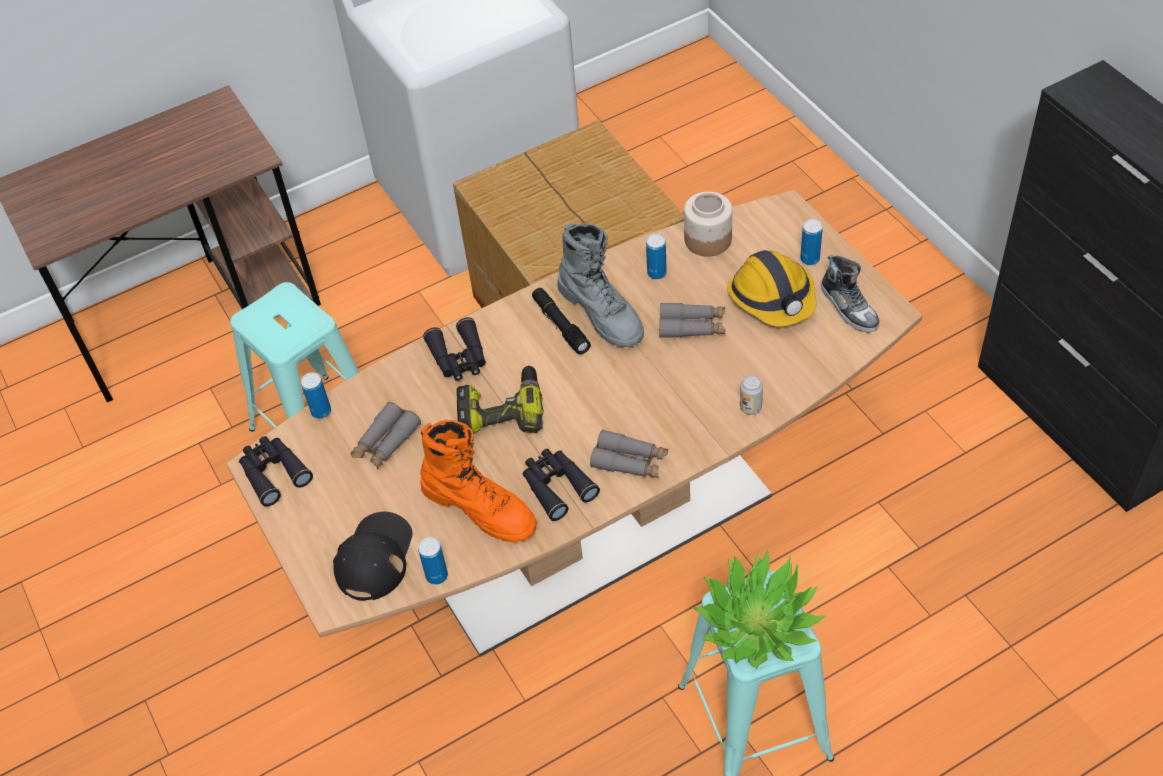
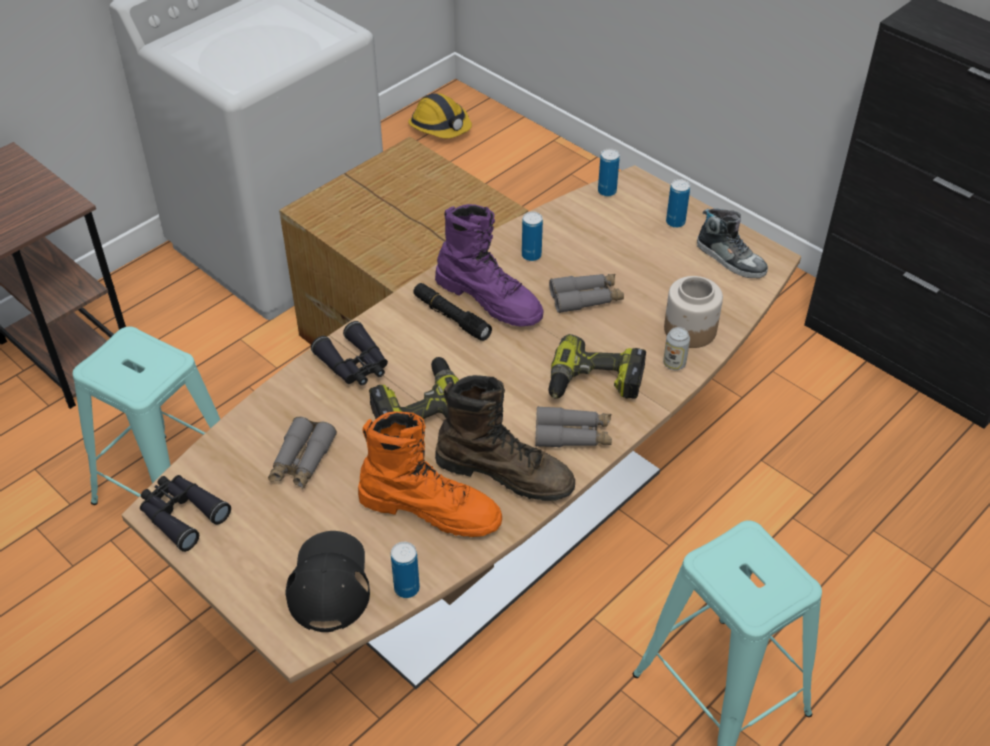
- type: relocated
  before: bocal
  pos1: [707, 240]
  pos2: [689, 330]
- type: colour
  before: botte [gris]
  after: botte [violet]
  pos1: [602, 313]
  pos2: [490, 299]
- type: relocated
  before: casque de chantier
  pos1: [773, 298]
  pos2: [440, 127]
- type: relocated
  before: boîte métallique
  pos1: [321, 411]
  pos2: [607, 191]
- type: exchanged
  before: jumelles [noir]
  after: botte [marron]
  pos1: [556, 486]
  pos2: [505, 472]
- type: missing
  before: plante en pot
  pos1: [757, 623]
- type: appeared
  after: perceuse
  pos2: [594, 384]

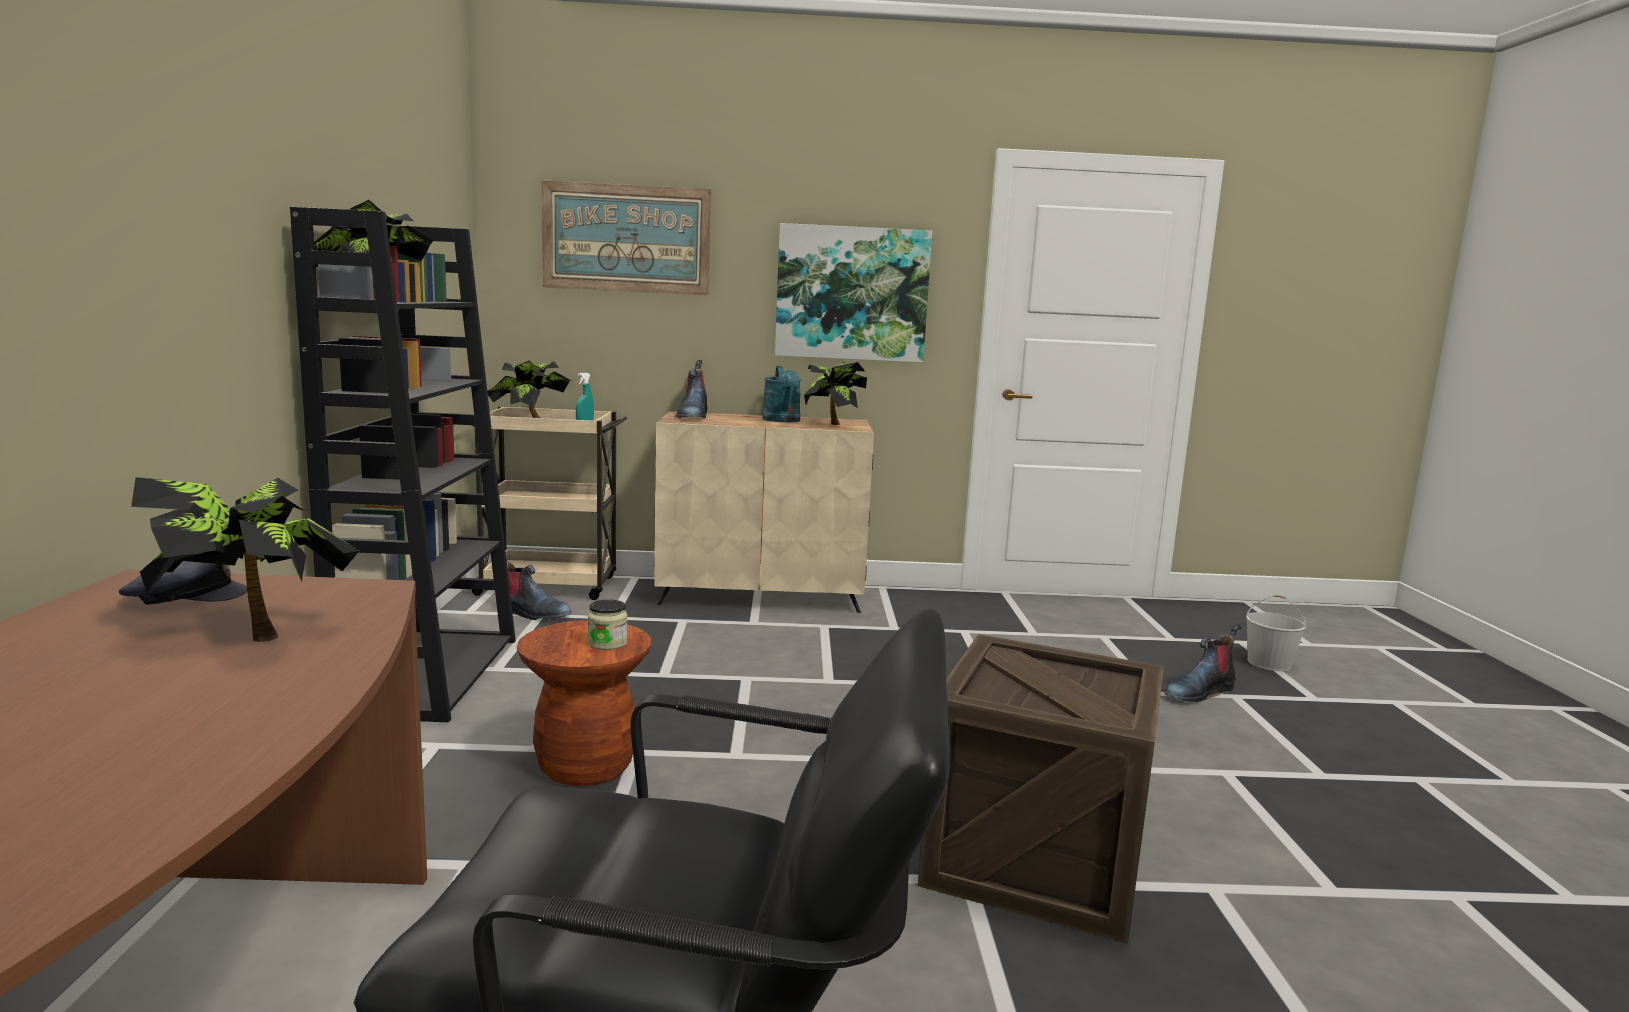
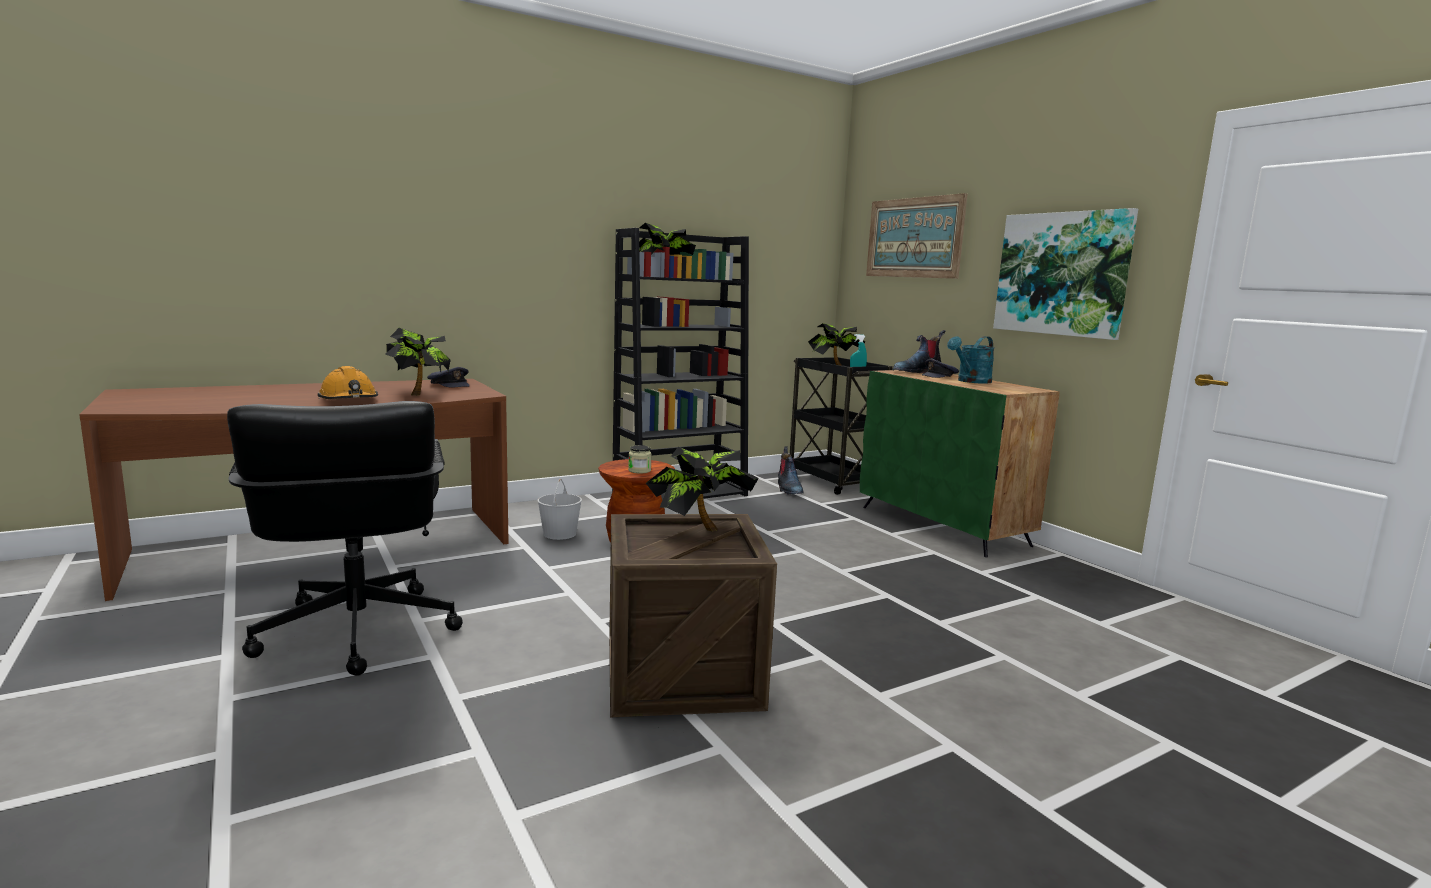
- type: relocated
  before: plante en pot
  pos1: [832, 425]
  pos2: [698, 529]
- type: colour
  before: chariot [beige]
  after: chariot [noir]
  pos1: [550, 586]
  pos2: [833, 482]
- type: colour
  before: meuble de rangement [beige]
  after: meuble de rangement [vert]
  pos1: [762, 596]
  pos2: [943, 526]
- type: relocated
  before: seau [blanc]
  pos1: [1270, 663]
  pos2: [560, 534]
- type: missing
  before: botte
  pos1: [1199, 692]
- type: appeared
  after: casquette [gris]
  pos2: [939, 376]
- type: appeared
  after: casque de chantier [orange]
  pos2: [349, 400]

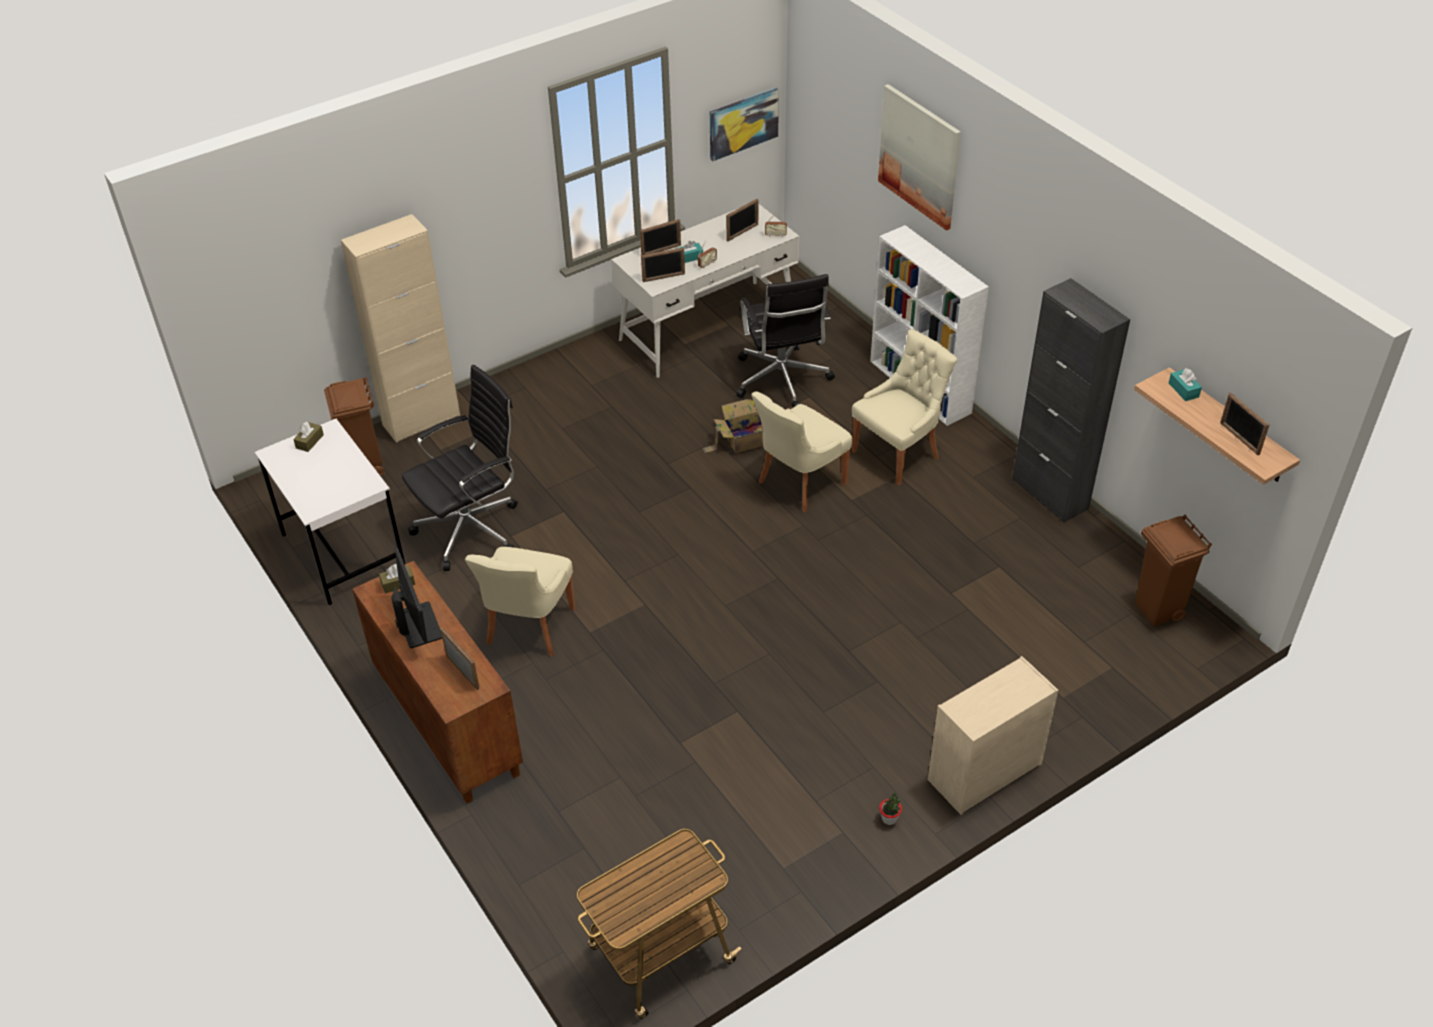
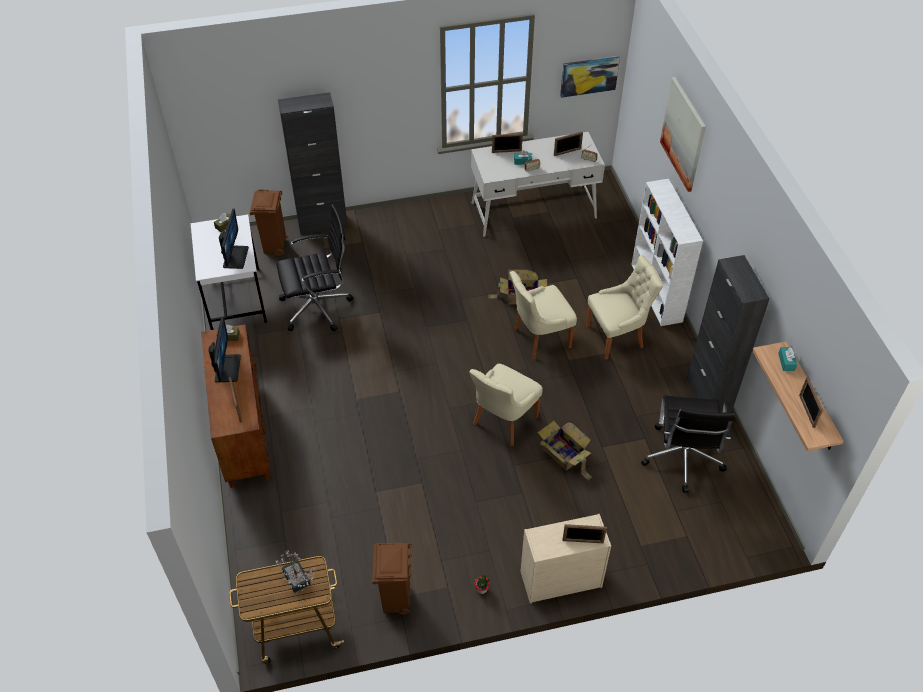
- type: colour
  before: meuble de rangement [beige]
  after: meuble de rangement [noir]
  pos1: [421, 420]
  pos2: [322, 224]
- type: relocated
  before: cadre photo
  pos1: [663, 277]
  pos2: [583, 541]
- type: relocated
  before: chaise de bureau [noir]
  pos1: [782, 381]
  pos2: [682, 459]
- type: relocated
  before: poubelle [marron]
  pos1: [1158, 611]
  pos2: [396, 601]
- type: relocated
  before: chaise [beige]
  pos1: [528, 628]
  pos2: [503, 421]
- type: appeared
  after: écran d'ordinateur
  pos2: [235, 257]
- type: appeared
  after: carton
  pos2: [563, 455]
- type: appeared
  after: plante en pot
  pos2: [297, 581]

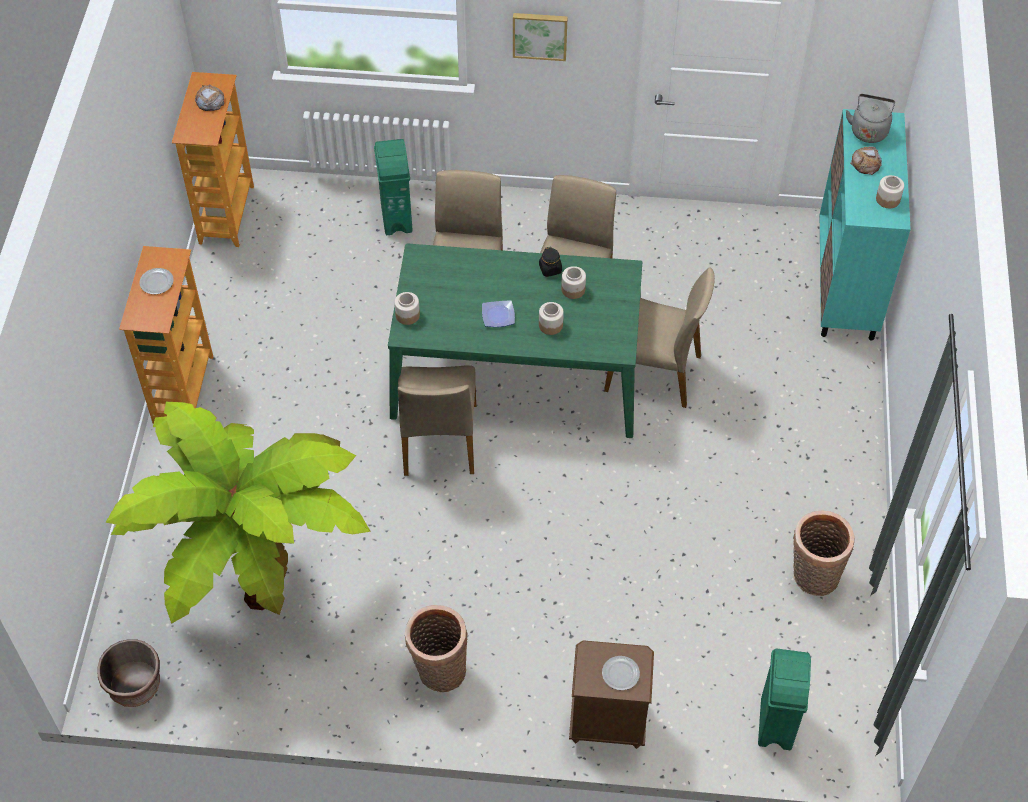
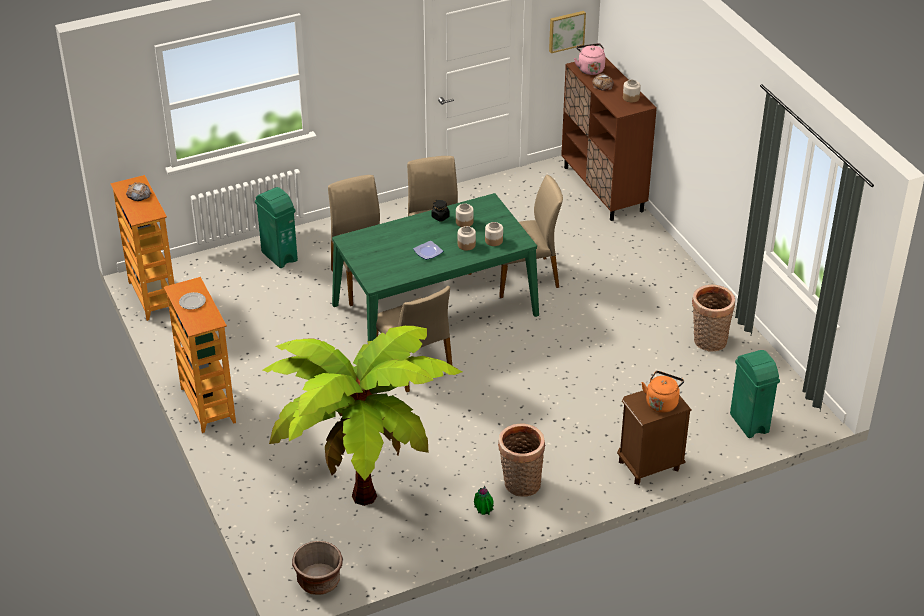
- type: relocated
  before: tableau
  pos1: [540, 35]
  pos2: [566, 31]
- type: colour
  before: bouilloire [gris]
  after: bouilloire [rose]
  pos1: [868, 130]
  pos2: [590, 69]
- type: colour
  before: meuble de rangement [turquoise]
  after: meuble de rangement [marron]
  pos1: [846, 284]
  pos2: [603, 189]
- type: relocated
  before: bocal
  pos1: [407, 315]
  pos2: [493, 241]
- type: exchanged
  before: assiette
  after: bouilloire [orange]
  pos1: [621, 674]
  pos2: [662, 402]
- type: appeared
  after: plante en pot
  pos2: [483, 513]

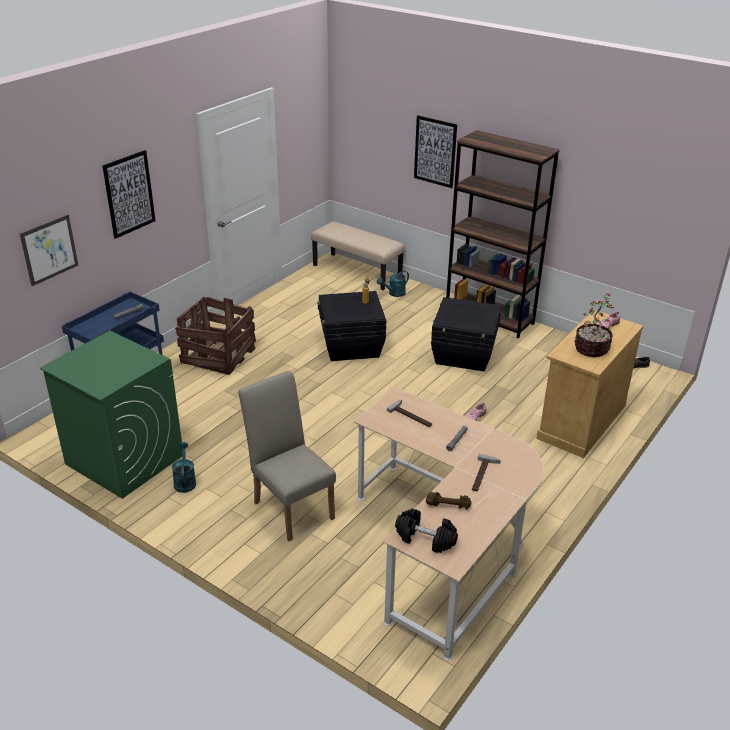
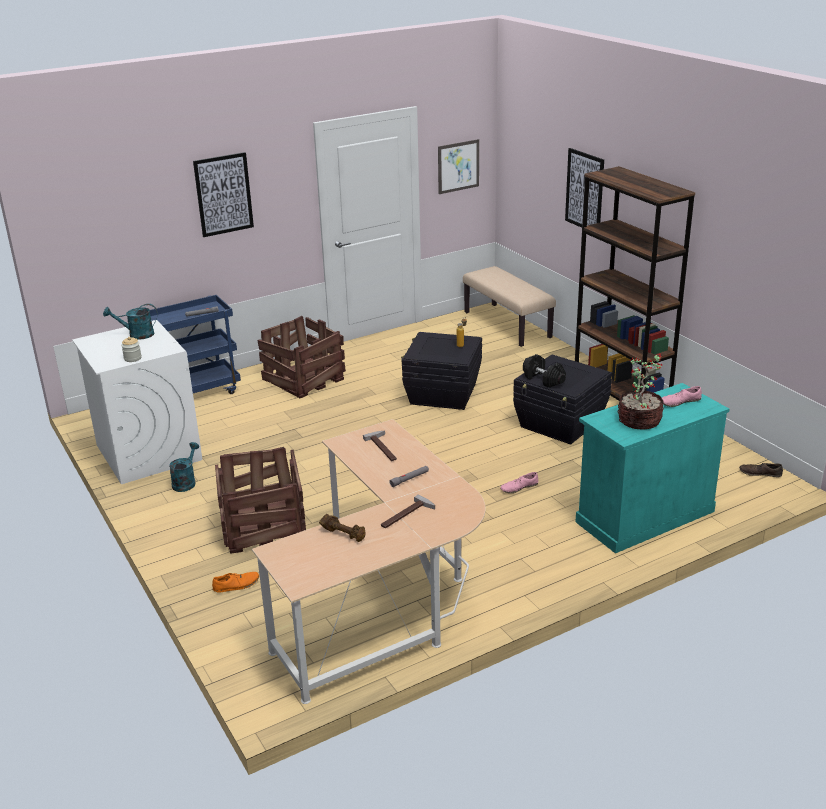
- type: relocated
  before: tableau
  pos1: [49, 249]
  pos2: [458, 166]
- type: relocated
  before: arrosoir [turquoise]
  pos1: [394, 294]
  pos2: [136, 335]
- type: colour
  before: meuble de rangement [beige]
  after: meuble de rangement [turquoise]
  pos1: [581, 421]
  pos2: [644, 516]
- type: colour
  before: lave-linge [vert]
  after: lave-linge [blanc]
  pos1: [123, 459]
  pos2: [148, 452]
- type: exchanged
  before: chaise [beige]
  after: caisse
  pos1: [291, 506]
  pos2: [264, 526]
- type: relocated
  before: haltère [noir]
  pos1: [425, 539]
  pos2: [543, 379]
- type: appeared
  after: bocal
  pos2: [132, 358]
- type: appeared
  after: chaussure [orange]
  pos2: [236, 585]

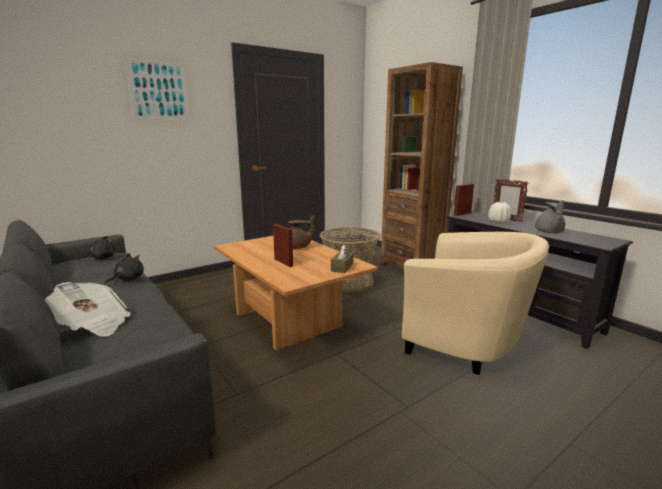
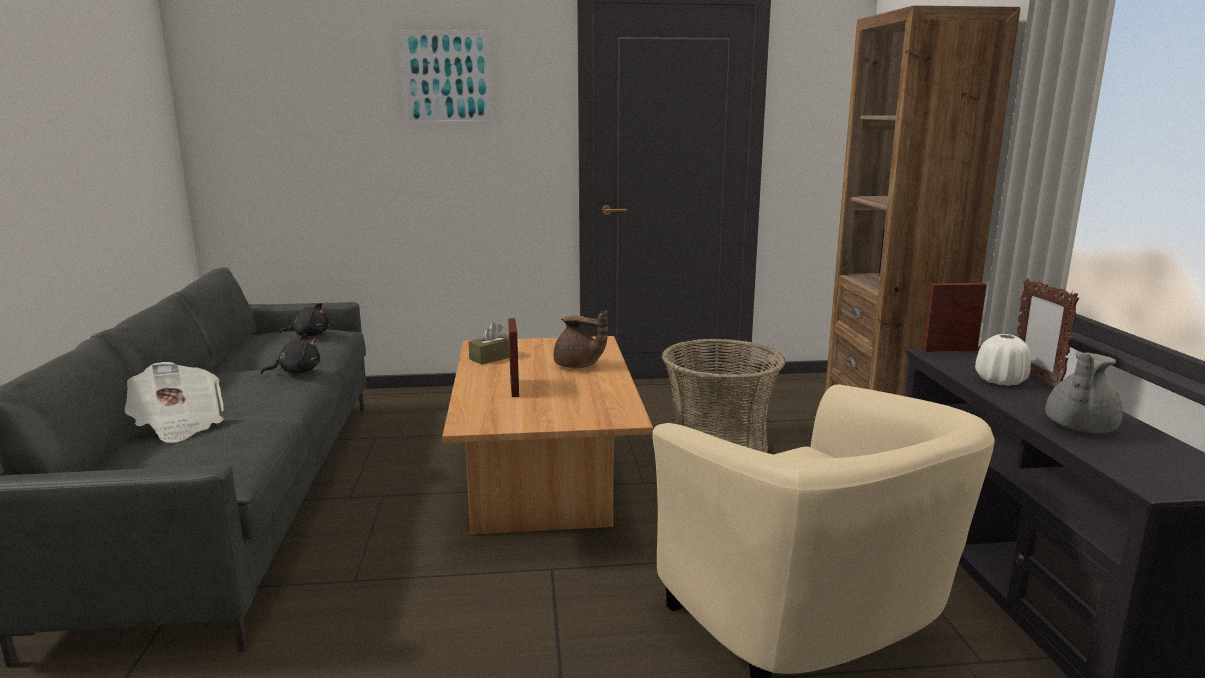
- type: relocated
  before: boîte à mouchoirs [marron]
  pos1: [342, 267]
  pos2: [493, 357]

